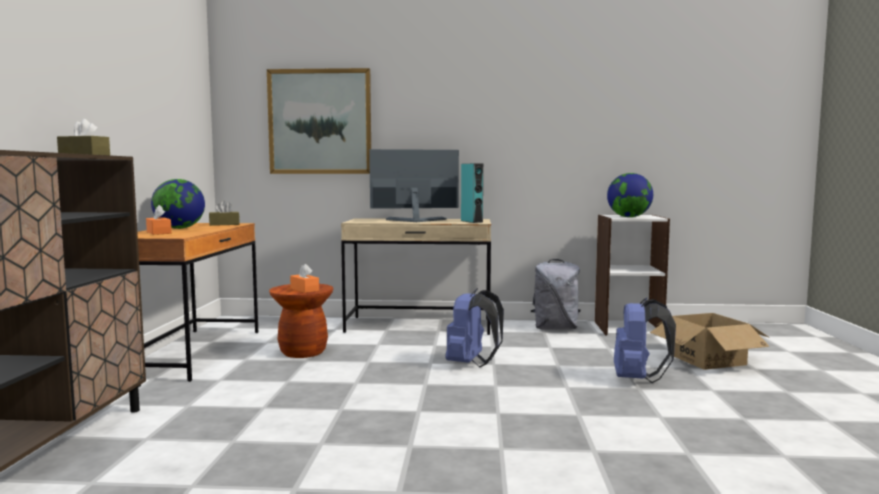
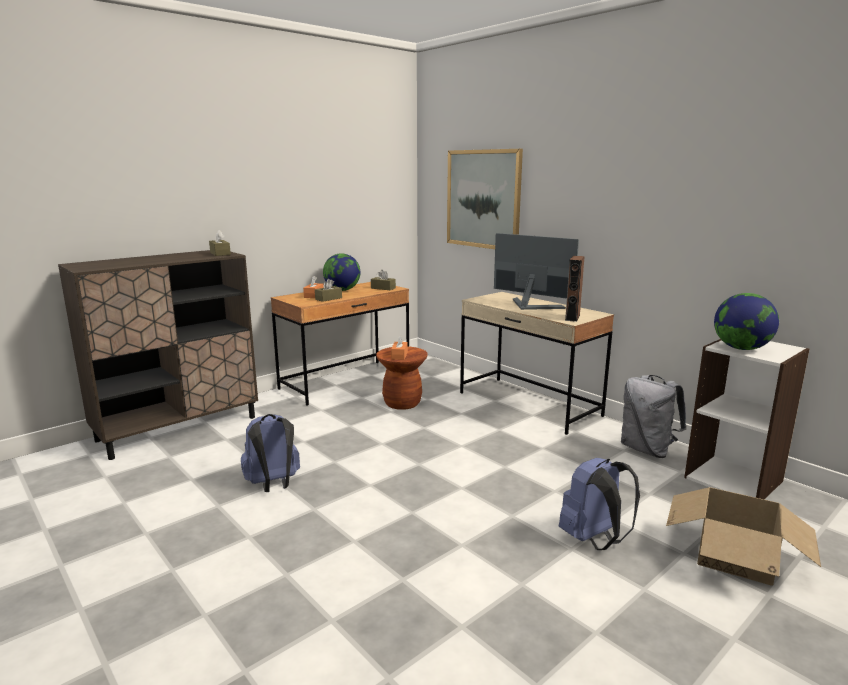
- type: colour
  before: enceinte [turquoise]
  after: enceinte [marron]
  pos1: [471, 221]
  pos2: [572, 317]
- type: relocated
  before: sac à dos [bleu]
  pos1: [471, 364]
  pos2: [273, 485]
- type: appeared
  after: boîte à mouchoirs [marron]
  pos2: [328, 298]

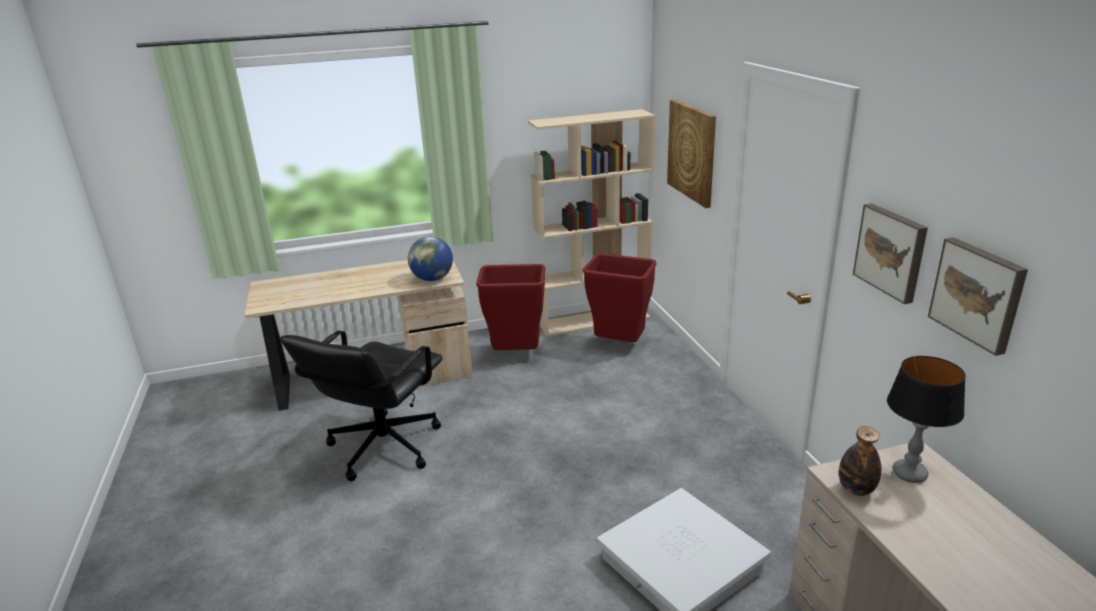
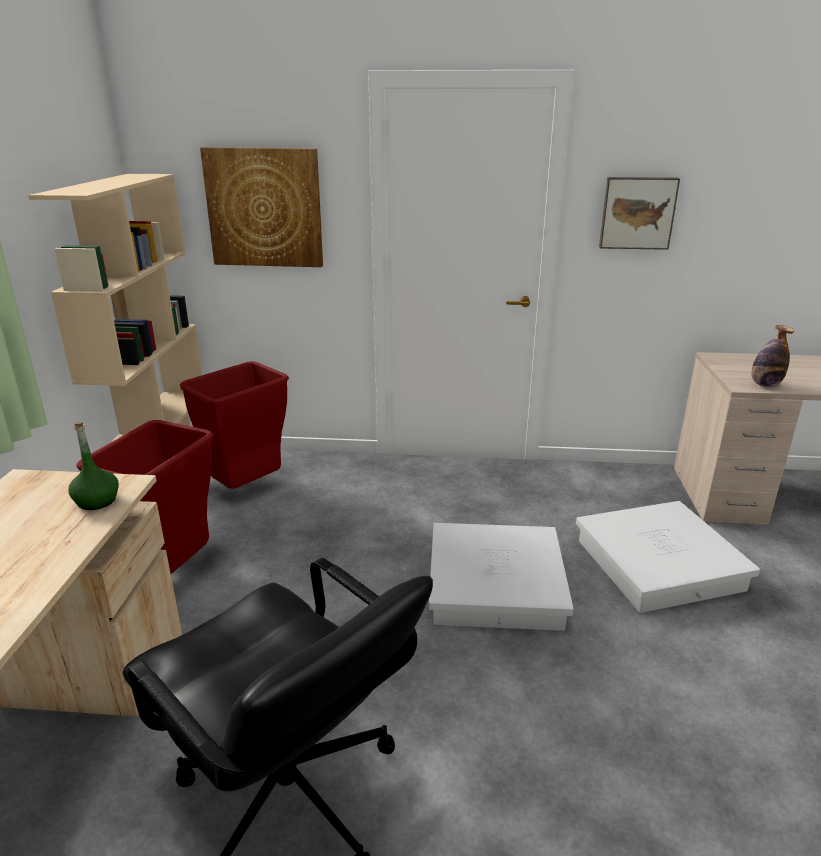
- type: exchanged
  before: globe
  after: bouteille [vert]
  pos1: [432, 279]
  pos2: [97, 501]
- type: missing
  before: tableau
  pos1: [978, 294]
- type: missing
  before: lampe de table
  pos1: [909, 474]
- type: appeared
  after: boîte de rangement [blanc]
  pos2: [494, 585]

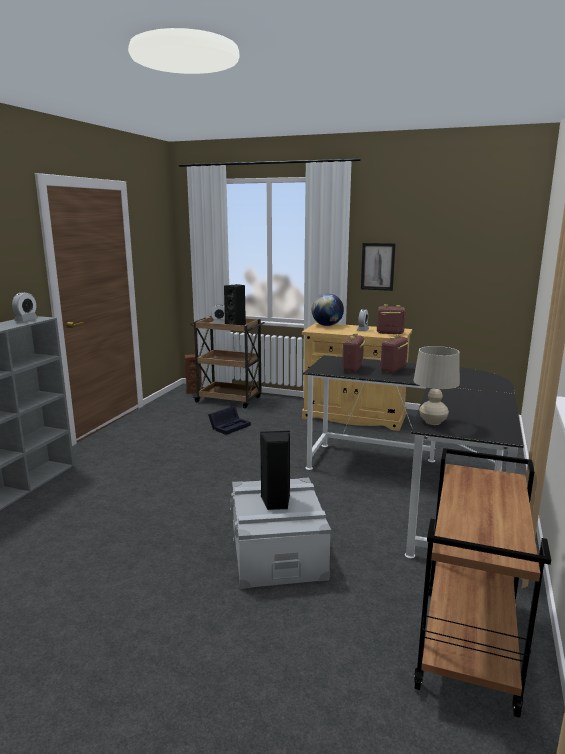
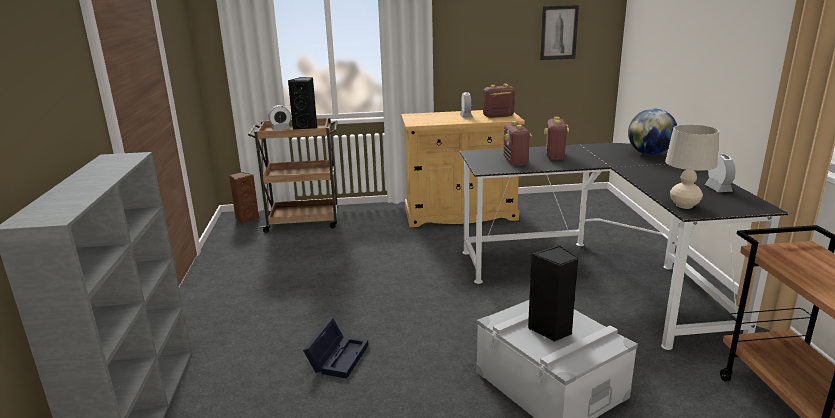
- type: relocated
  before: tableau
  pos1: [377, 266]
  pos2: [558, 32]
- type: relocated
  before: réveil
  pos1: [26, 320]
  pos2: [718, 188]
- type: relocated
  before: globe
  pos1: [327, 325]
  pos2: [649, 154]
- type: relocated
  before: boîte de rangement [noir]
  pos1: [230, 426]
  pos2: [338, 356]

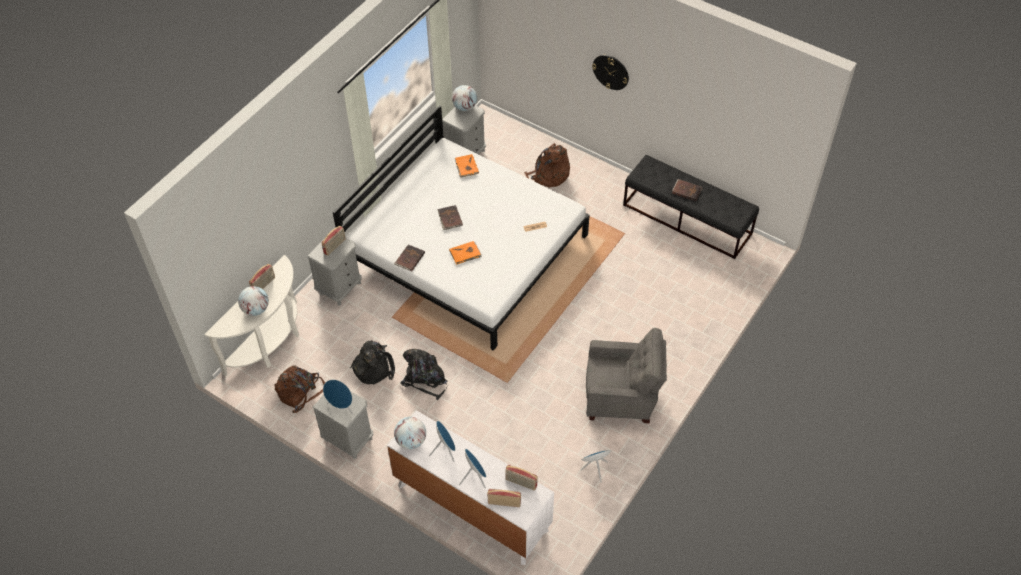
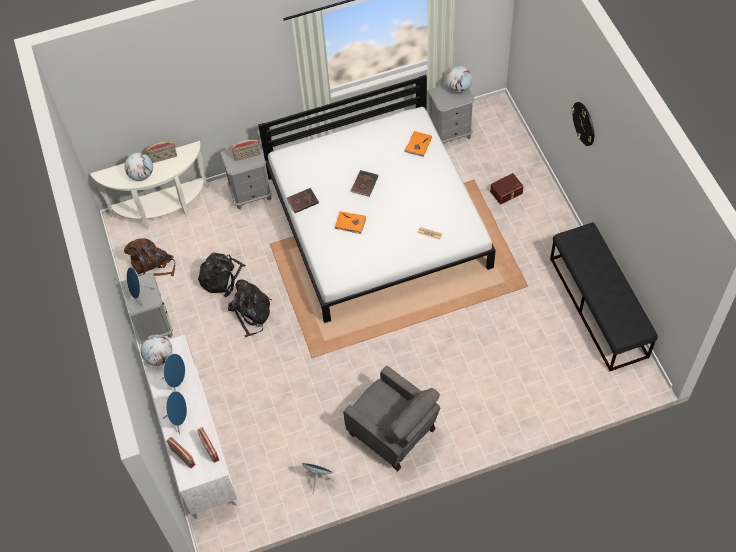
- type: exchanged
  before: sac à dos [marron]
  after: boîte de rangement [marron]
  pos1: [548, 175]
  pos2: [506, 193]
- type: missing
  before: livre [marron]
  pos1: [686, 190]

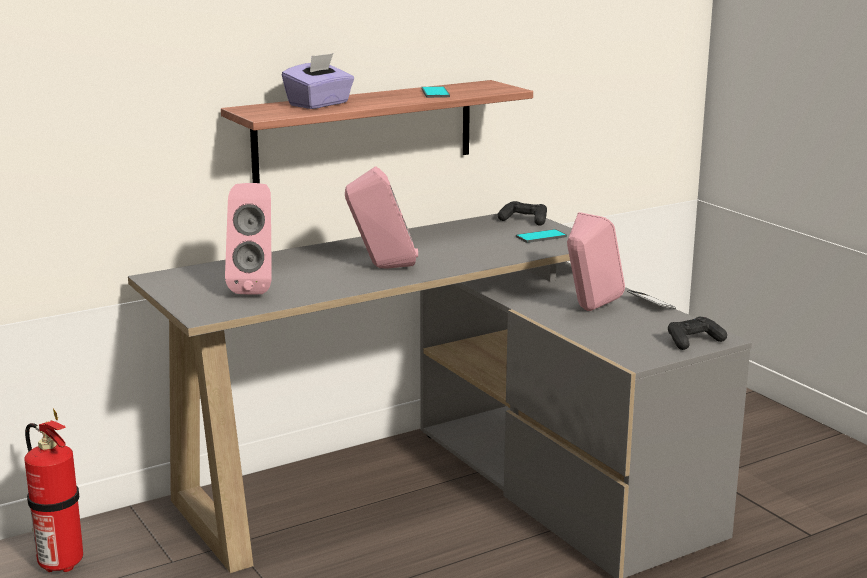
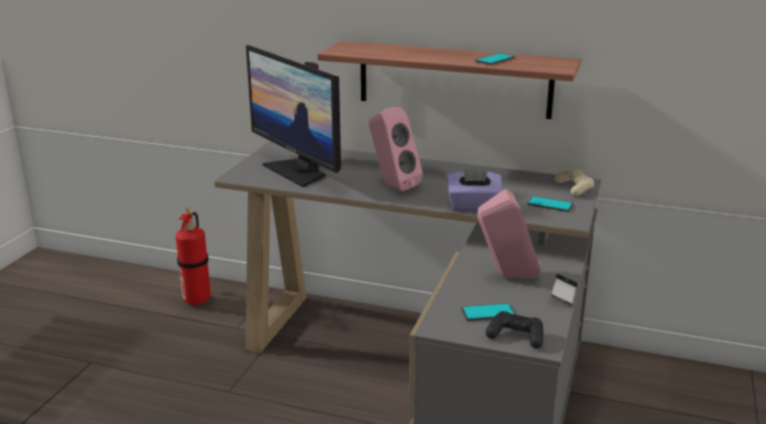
- type: relocated
  before: boîte à mouchoirs [violet]
  pos1: [319, 104]
  pos2: [473, 206]
- type: exchanged
  before: enceinte [rose]
  after: écran d'ordinateur
  pos1: [255, 288]
  pos2: [298, 171]
- type: colour
  before: manette [noir]
  after: manette [beige]
  pos1: [524, 220]
  pos2: [574, 188]
- type: appeared
  after: téléphone
  pos2: [488, 313]

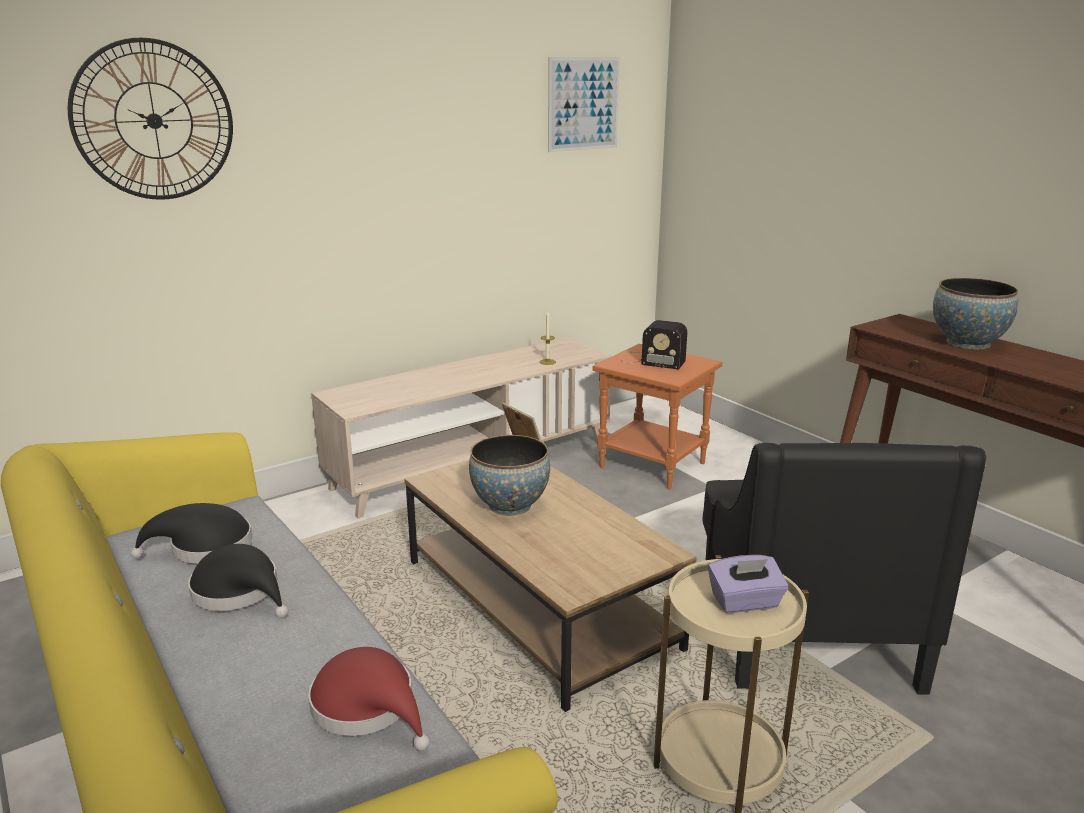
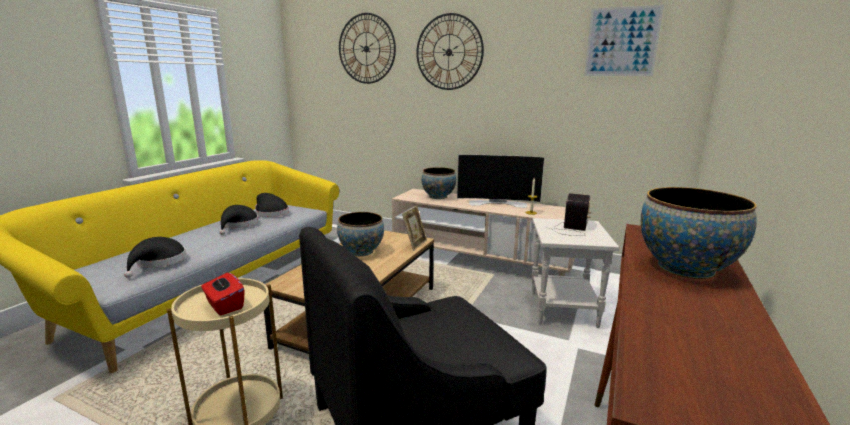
- type: spun
  before: radio
  pos1: [650, 360]
  pos2: [571, 228]
  turn: -150
- type: colour
  before: table d'appoint [orange]
  after: table d'appoint [blanc]
  pos1: [650, 465]
  pos2: [561, 309]
- type: colour
  before: boîte à mouchoirs [violet]
  after: boîte à mouchoirs [rouge]
  pos1: [745, 602]
  pos2: [224, 305]
- type: colour
  before: chapeau [rouge]
  after: chapeau [noir]
  pos1: [368, 707]
  pos2: [159, 262]
- type: appeared
  after: horloge murale
  pos2: [449, 52]
- type: appeared
  after: téléviseur
  pos2: [498, 203]
- type: appeared
  after: bol
  pos2: [438, 196]

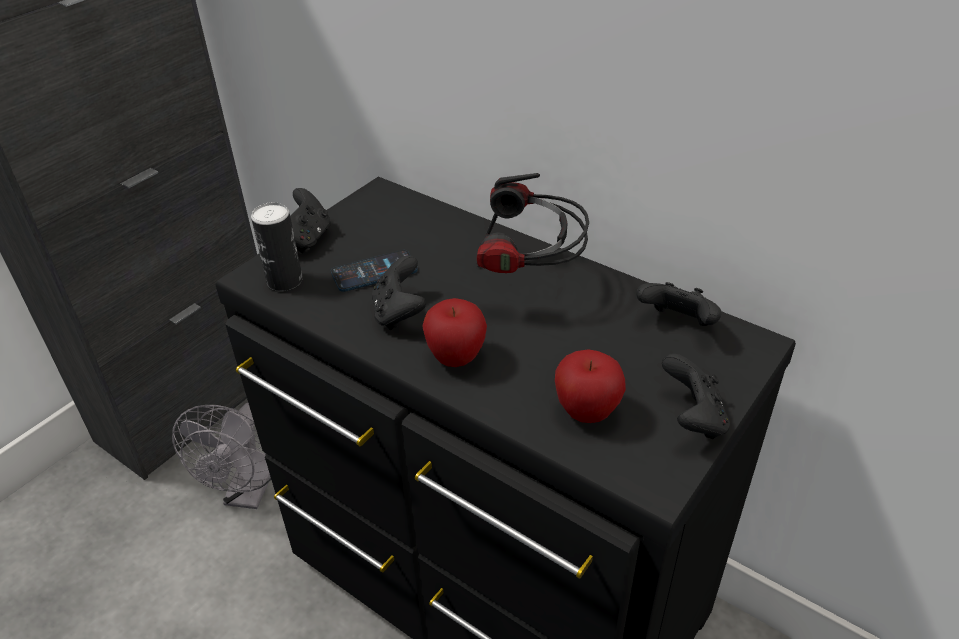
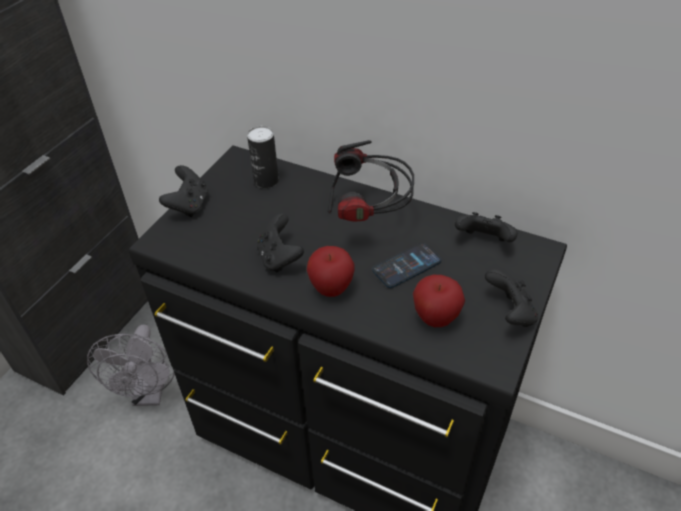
- type: relocated
  before: boîte métallique
  pos1: [284, 280]
  pos2: [266, 180]
- type: relocated
  before: téléphone
  pos1: [374, 272]
  pos2: [406, 266]

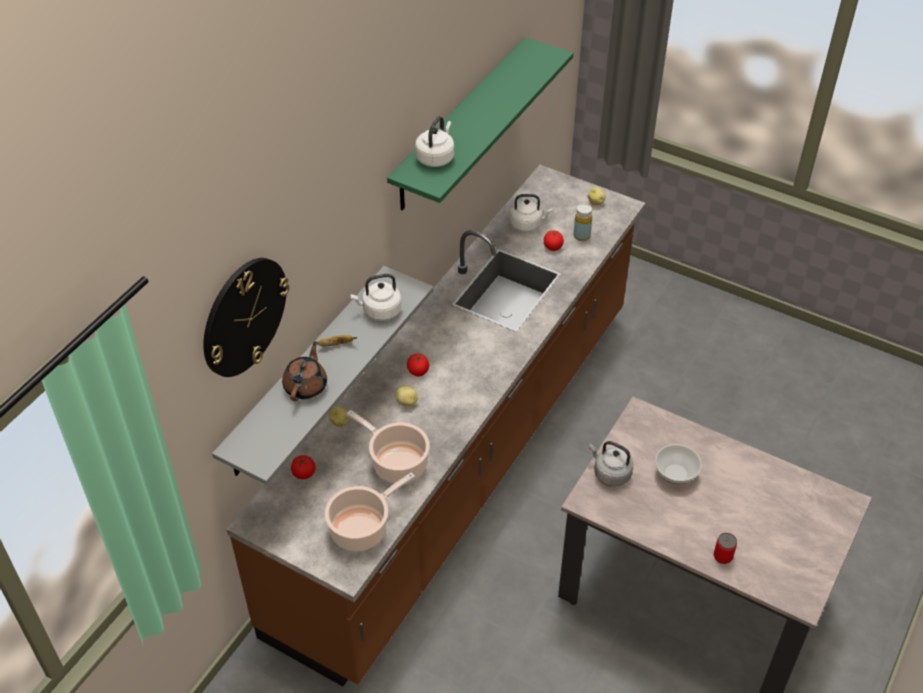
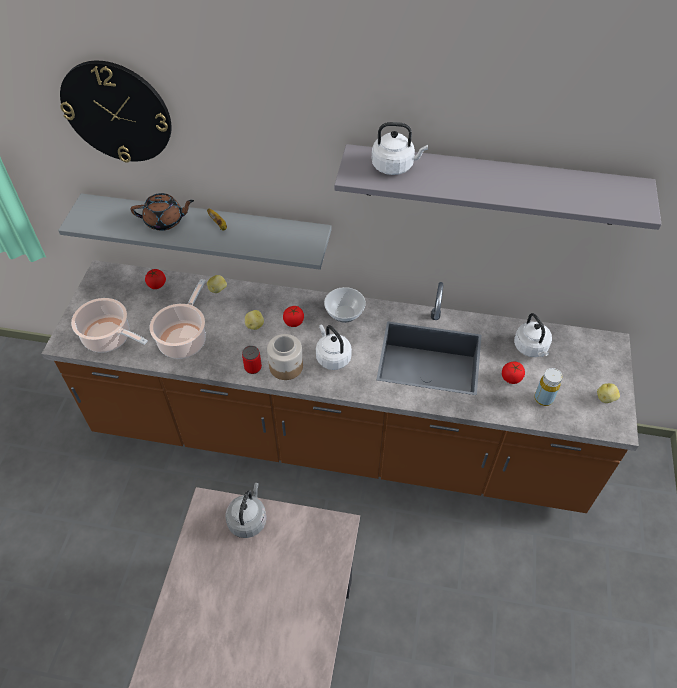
- type: colour
  before: étagère [vert]
  after: étagère [gris]
  pos1: [460, 124]
  pos2: [491, 185]
- type: relocated
  before: bouilloire [blanc]
  pos1: [380, 311]
  pos2: [332, 357]
- type: relocated
  before: bol
  pos1: [676, 473]
  pos2: [345, 314]
- type: relocated
  before: boîte métallique
  pos1: [722, 556]
  pos2: [253, 367]
- type: appeared
  after: bocal
  pos2: [286, 366]

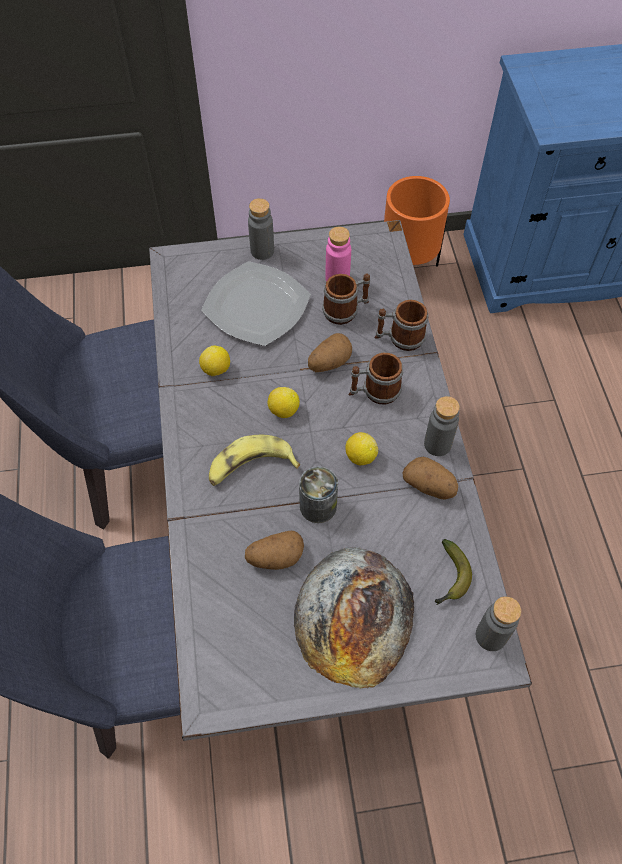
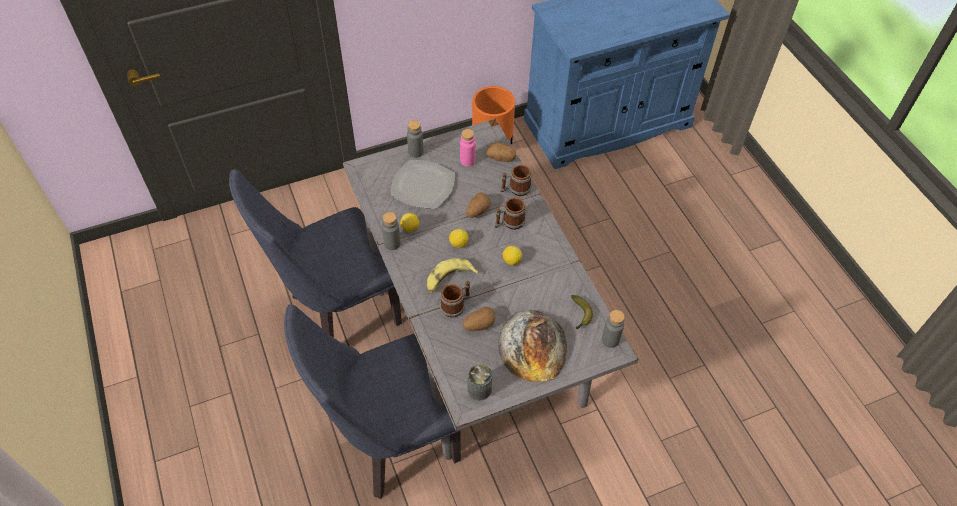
- type: relocated
  before: mug
  pos1: [346, 310]
  pos2: [456, 305]
- type: relocated
  before: bouteille [gris]
  pos1: [437, 444]
  pos2: [392, 243]
- type: relocated
  before: pomme de terre
  pos1: [429, 486]
  pos2: [501, 158]
- type: relocated
  before: boîte métallique
  pos1: [318, 506]
  pos2: [479, 389]

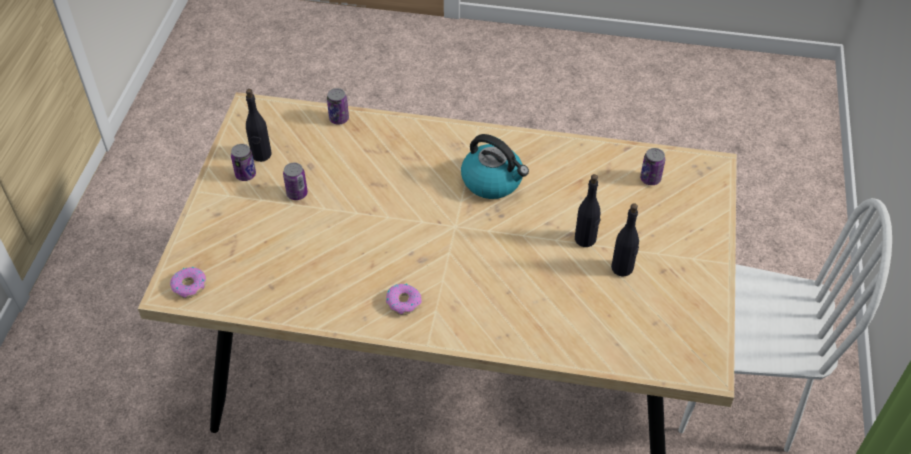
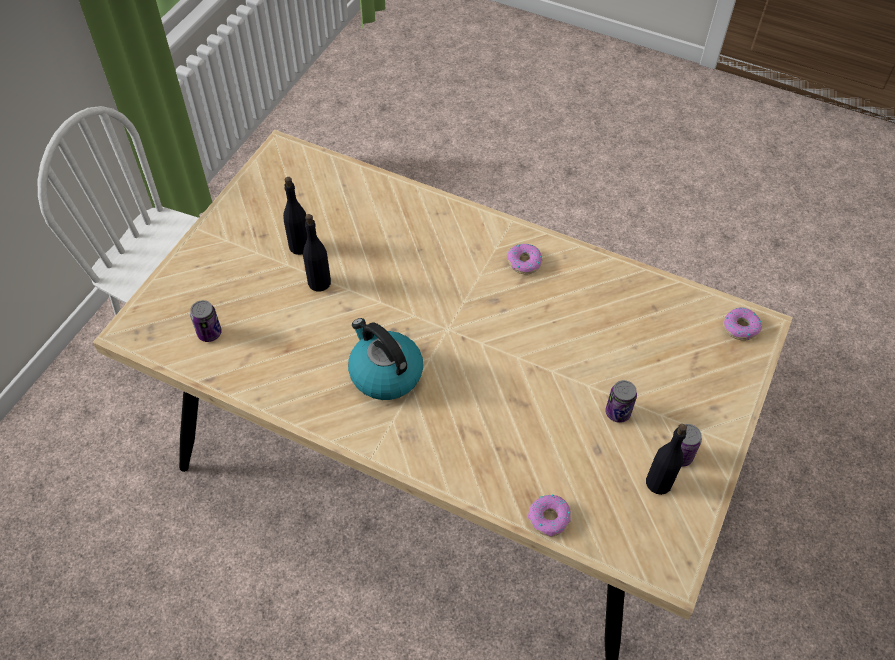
- type: exchanged
  before: boîte métallique
  after: beignet
  pos1: [339, 119]
  pos2: [549, 518]

